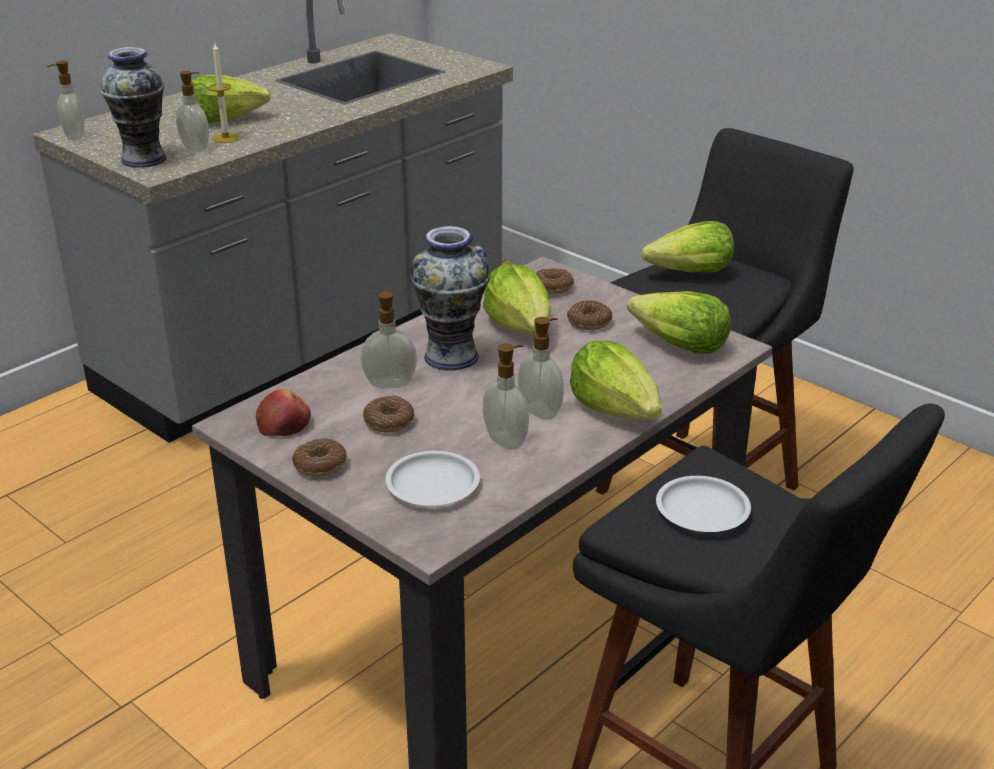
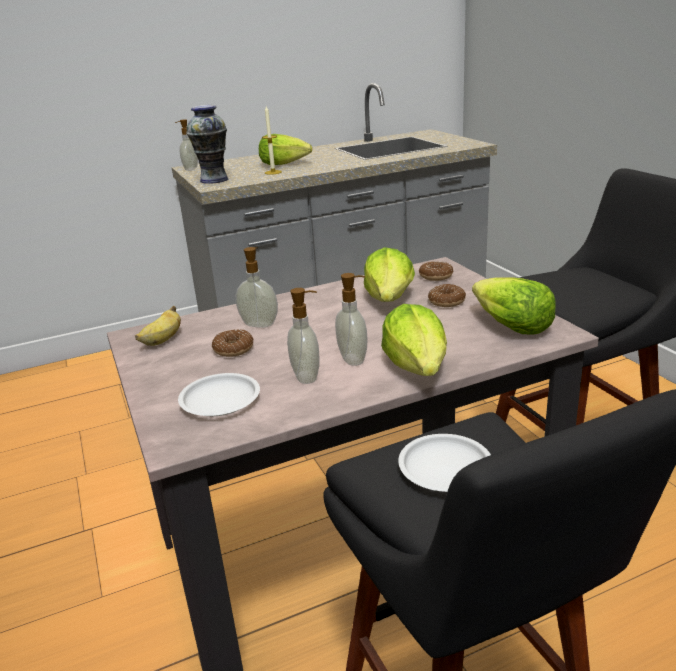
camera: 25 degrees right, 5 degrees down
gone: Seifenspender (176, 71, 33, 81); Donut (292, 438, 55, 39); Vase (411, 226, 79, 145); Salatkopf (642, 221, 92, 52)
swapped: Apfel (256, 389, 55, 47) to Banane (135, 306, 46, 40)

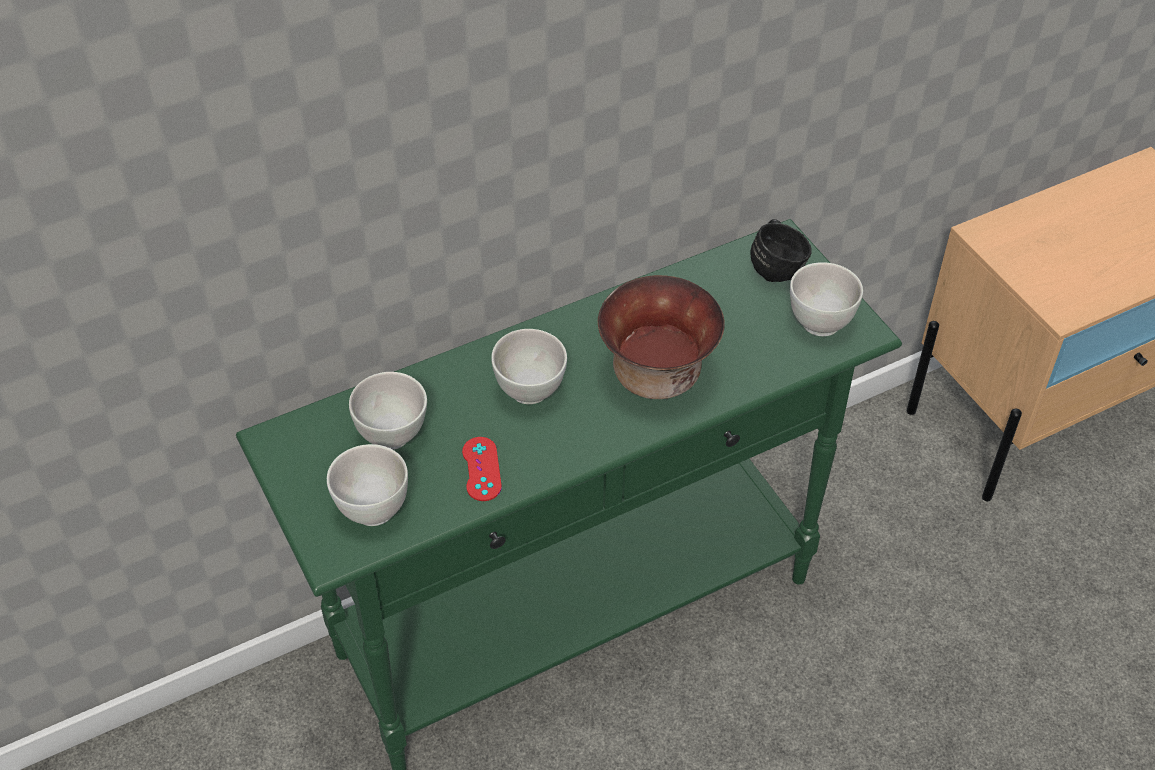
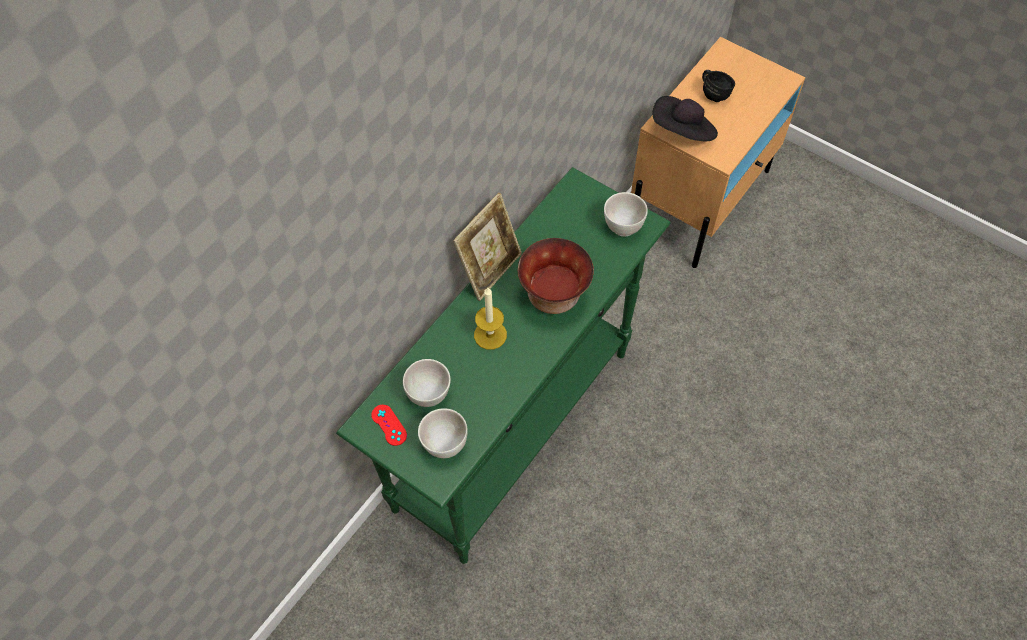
camera: 25 degrees left, 10 degrees up
new: Bilderrahmen (453, 193, 69, 108); Hut [schwarz] (653, 96, 65, 45)
shifted: Gamepad [rot] (462, 437, 40, 64) to (371, 405, 36, 41); Henkelbecher [schwarz] (750, 219, 62, 63) to (702, 70, 33, 32)
swapped: Schüssel [weiß] (491, 329, 76, 75) to Kerze (474, 288, 33, 62)

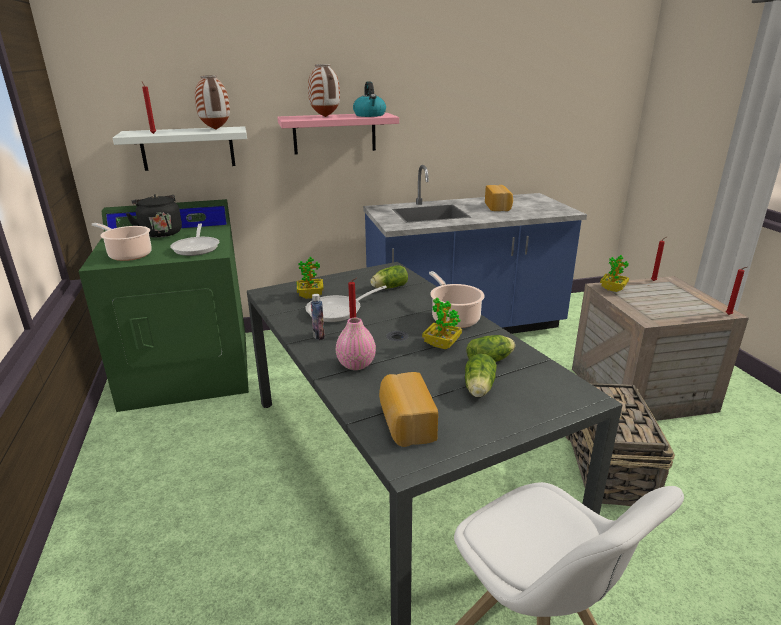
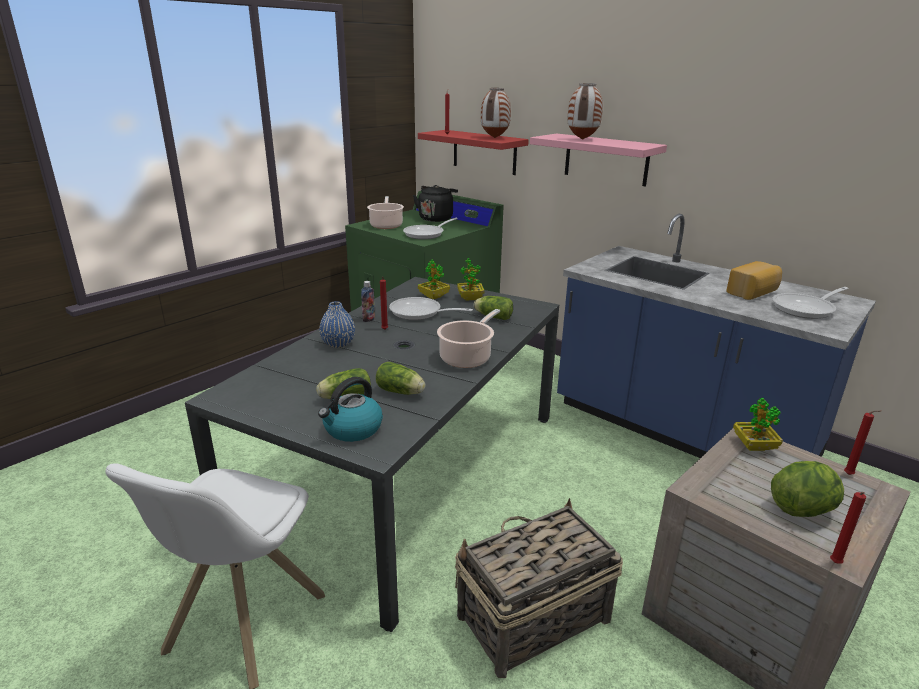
camera: 55 degrees right, 0 degrees up
gone: Brot (379, 372, 59, 75)
new: Salatkopf (771, 461, 73, 56); Pfanne (772, 287, 77, 32)
shifted: Wasserkessel (353, 81, 33, 36) to (318, 377, 65, 65); Topfpflanze (422, 298, 40, 51) to (457, 258, 27, 42)
repainted: Vase [rosa] (336, 317, 40, 53) to Vase [blau] (319, 301, 36, 47); Wandregal [weiß] (113, 126, 134, 45) to Wandregal [rot] (418, 130, 111, 45)

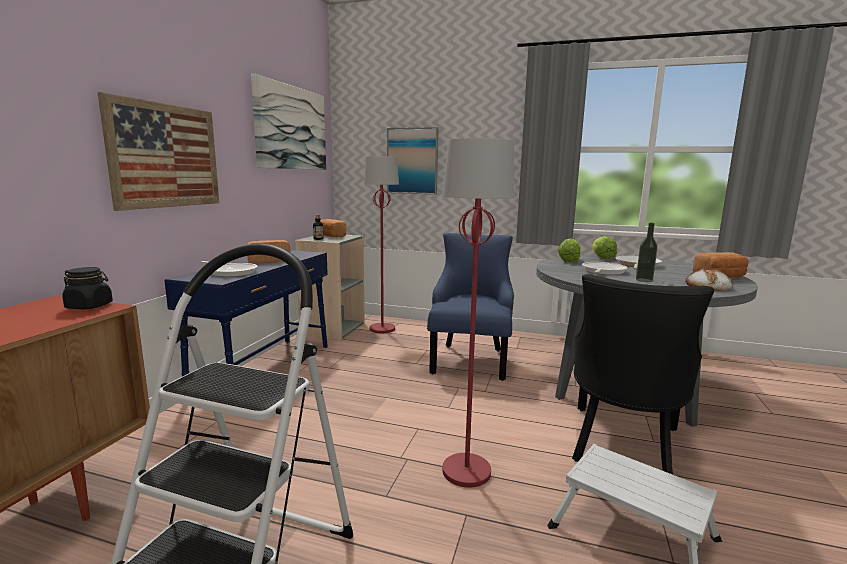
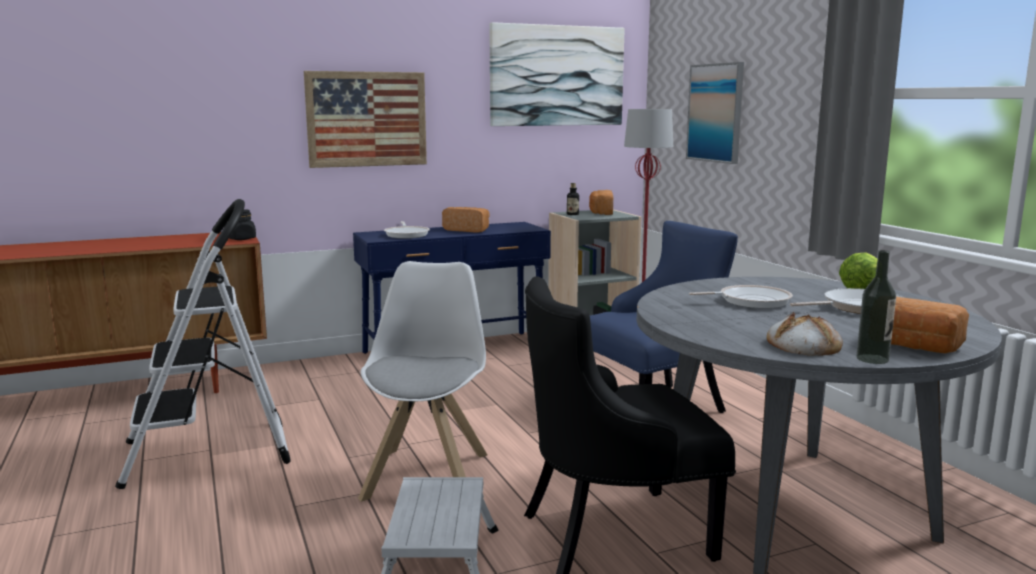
camera: 50 degrees right, 0 degrees up
gone: Salatkopf (558, 239, 22, 23)
shifted: Flasche (636, 223, 22, 59) to (856, 250, 40, 114)
swapped: Stehlampe [rot] (442, 138, 73, 350) to Stuhl (358, 261, 130, 241)

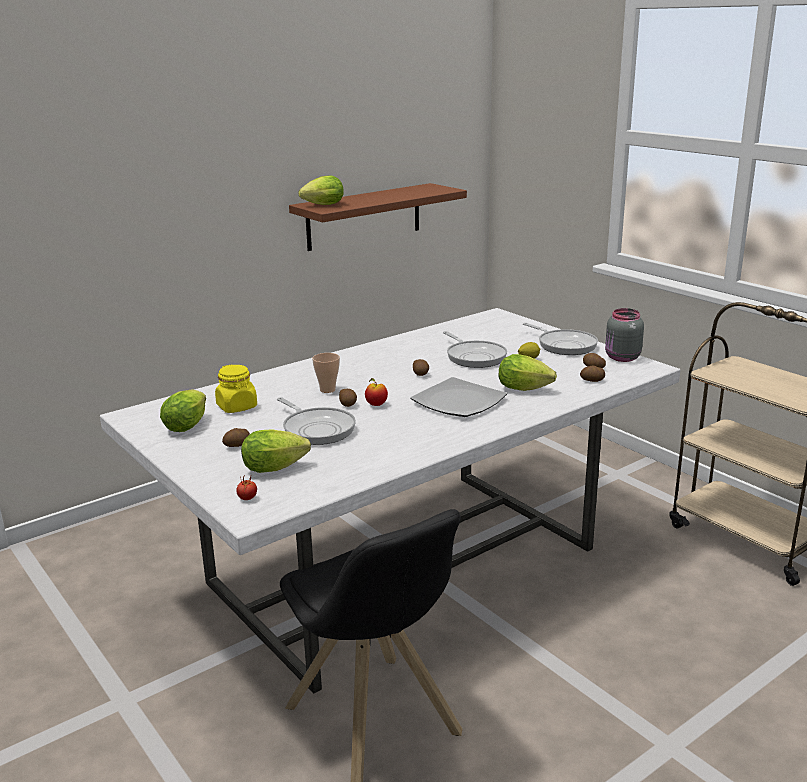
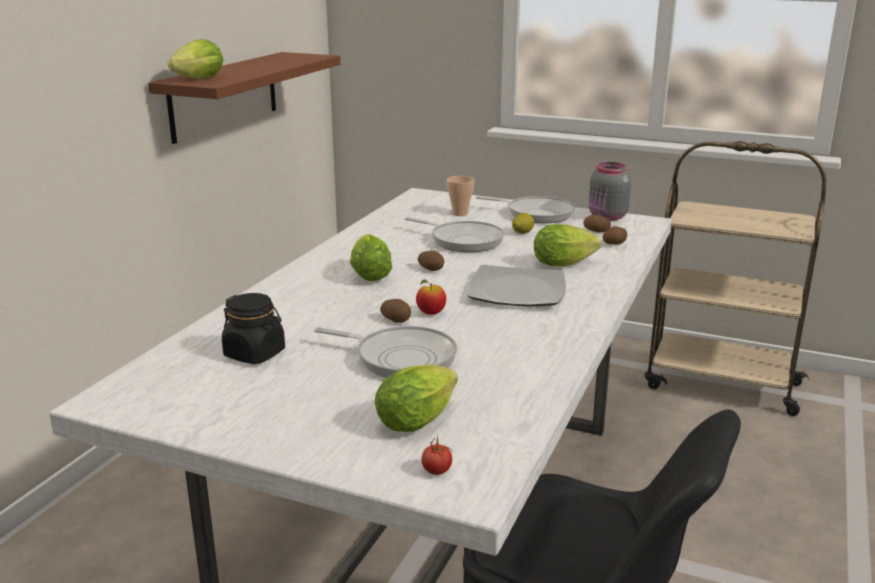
camera: 30 degrees left, 0 degrees up
gone: Kartoffel (222, 428, 28, 19)
shifted: Salatkopf (160, 389, 46, 43) to (350, 234, 42, 47); Tasse (312, 353, 28, 40) to (447, 176, 27, 40)
repainted: Vorratsglas [gelb] (215, 364, 42, 49) to Vorratsglas [schwarz] (222, 293, 63, 71)

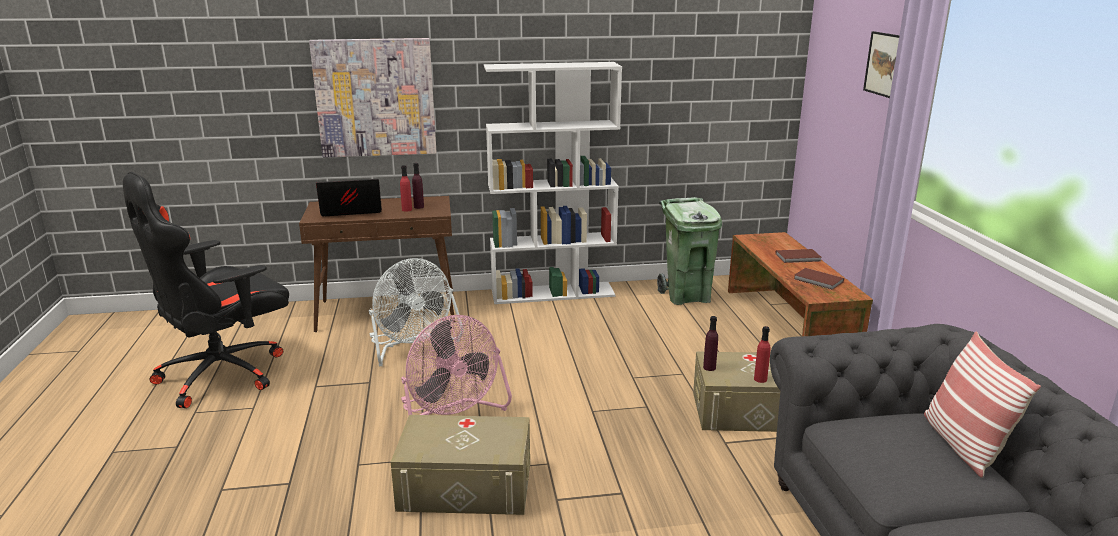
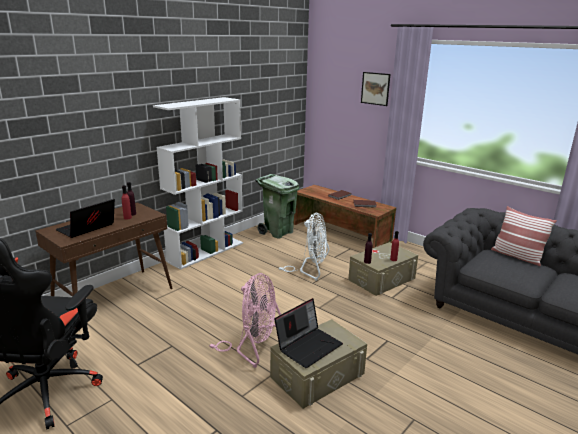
camera: 40 degrees left, 0 degrees up
gone: Bild (309, 38, 128, 120)
new: Laptop (275, 298, 68, 70)
shifted: Ventilator [weiß] (369, 258, 94, 108) to (279, 212, 50, 69)

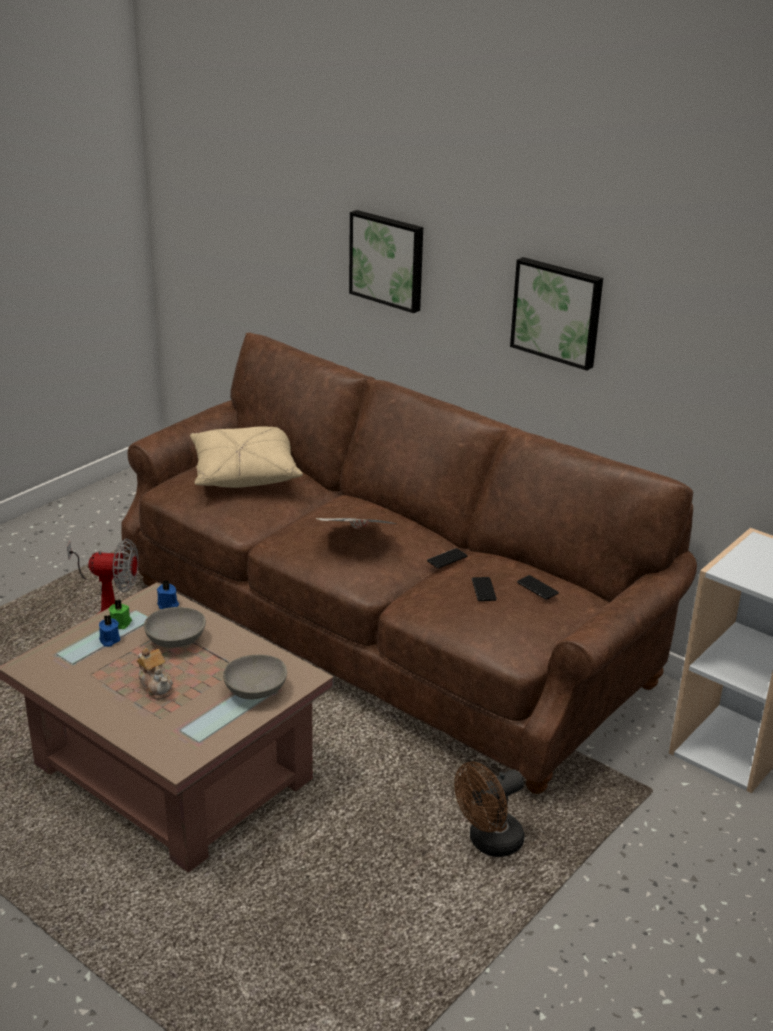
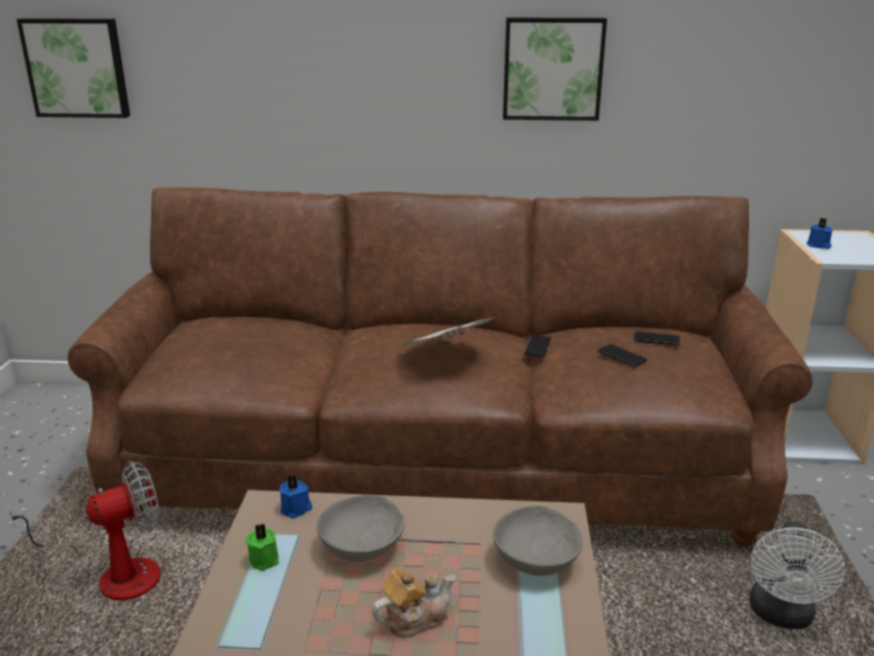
camera: 35 degrees left, 5 degrees down
gone: Kissen [beige] (190, 426, 113, 62)
shifted: Bild (349, 210, 74, 103) to (17, 18, 113, 100); Kerze [blau] (99, 615, 21, 32) to (807, 218, 25, 31)
repainted: Ventilator [braun] (454, 762, 71, 95) to Ventilator [weiß] (749, 521, 97, 108)
rotated: Teekanne (136, 648, 37, 52) = (372, 568, 84, 70) 45 degrees counterclockwise

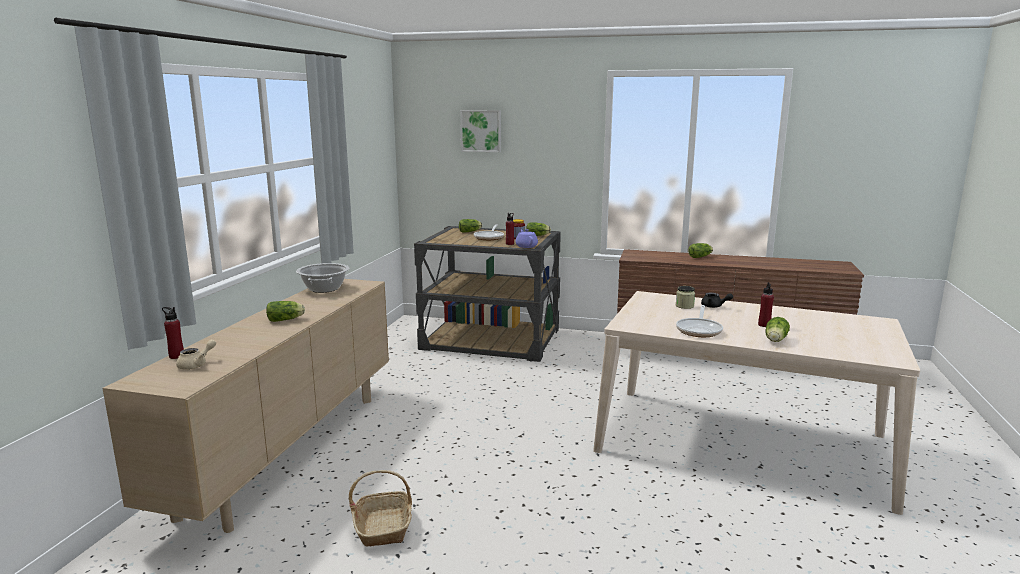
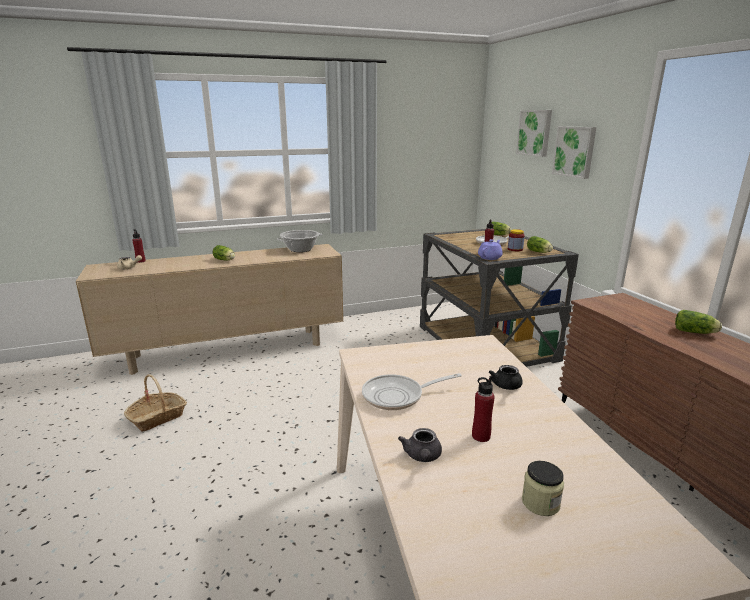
camera: 55 degrees right, 5 degrees up
new: Bild (552, 126, 44, 53)
shifted: Vorratsglas (676, 286, 19, 23) to (522, 461, 42, 55)
swapped: Salatkopf (765, 317, 25, 25) to Teekanne [grau] (398, 428, 44, 34)

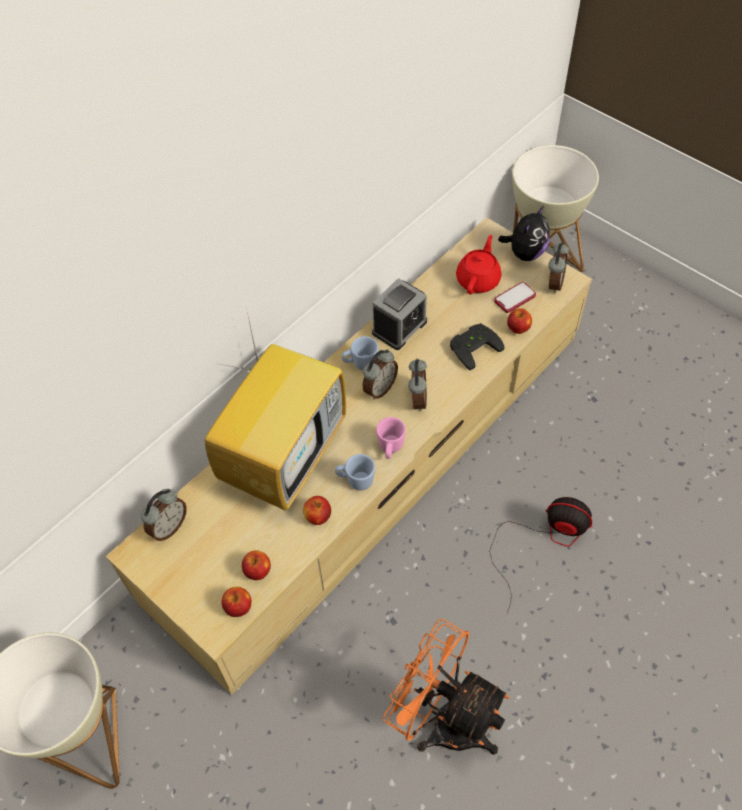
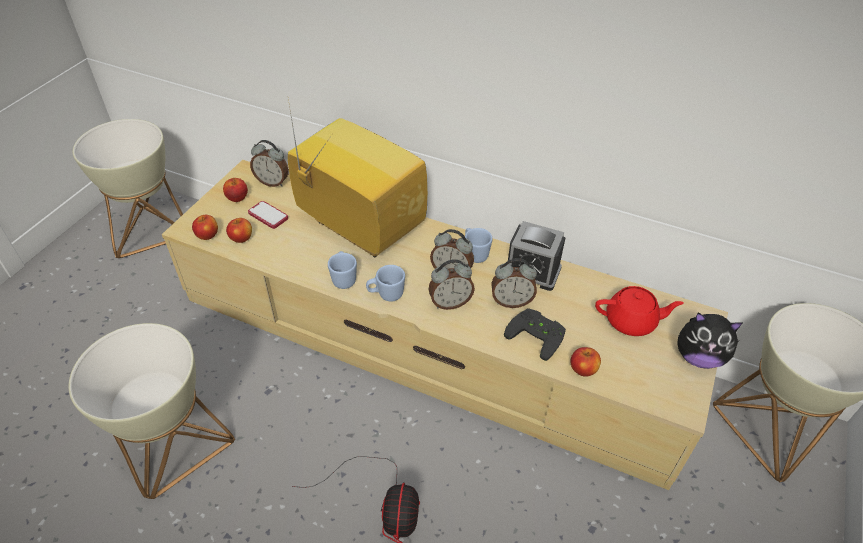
camera: 70 degrees right, 10 degrees down
shifted: Apfel (303, 496, 28, 29) to (223, 178, 25, 24); Handy (494, 282, 42, 31) to (248, 201, 40, 28); Wecker (548, 242, 21, 51) to (491, 258, 46, 50)
swapped: Ventilator [orange] (383, 619, 127, 136) to Pflanzkübel (69, 323, 166, 176)
repainted: Henkelbecher [rosa] (376, 417, 30, 42) to Henkelbecher [blau] (366, 265, 39, 37)
rotated: Fernseher (205, 312, 141, 199) = (288, 99, 140, 158) 150 degrees counterclockwise

